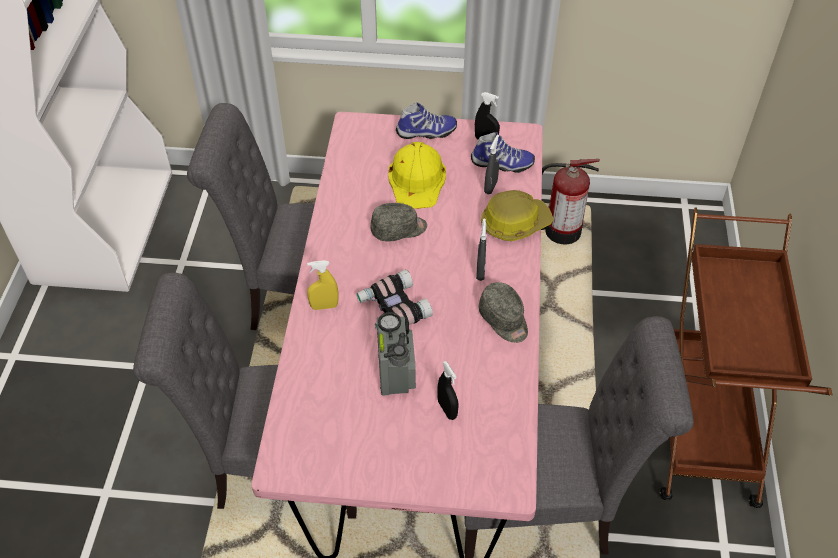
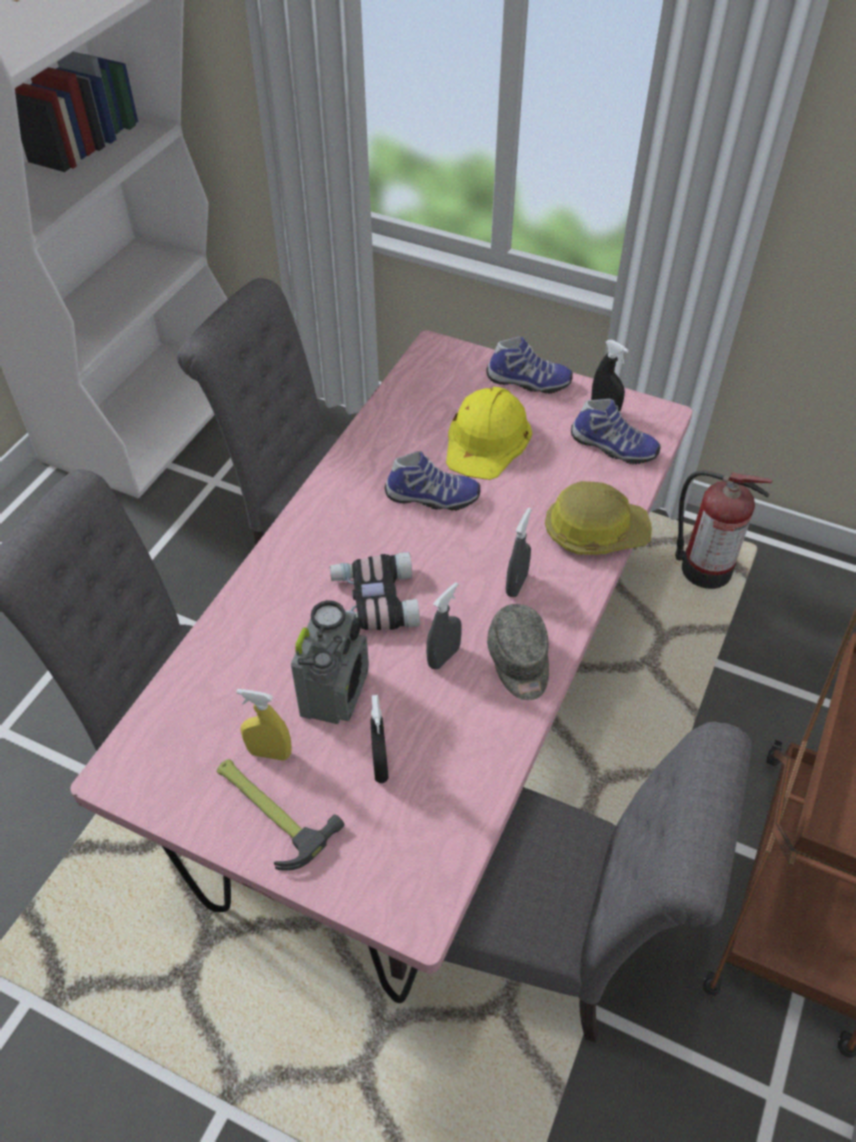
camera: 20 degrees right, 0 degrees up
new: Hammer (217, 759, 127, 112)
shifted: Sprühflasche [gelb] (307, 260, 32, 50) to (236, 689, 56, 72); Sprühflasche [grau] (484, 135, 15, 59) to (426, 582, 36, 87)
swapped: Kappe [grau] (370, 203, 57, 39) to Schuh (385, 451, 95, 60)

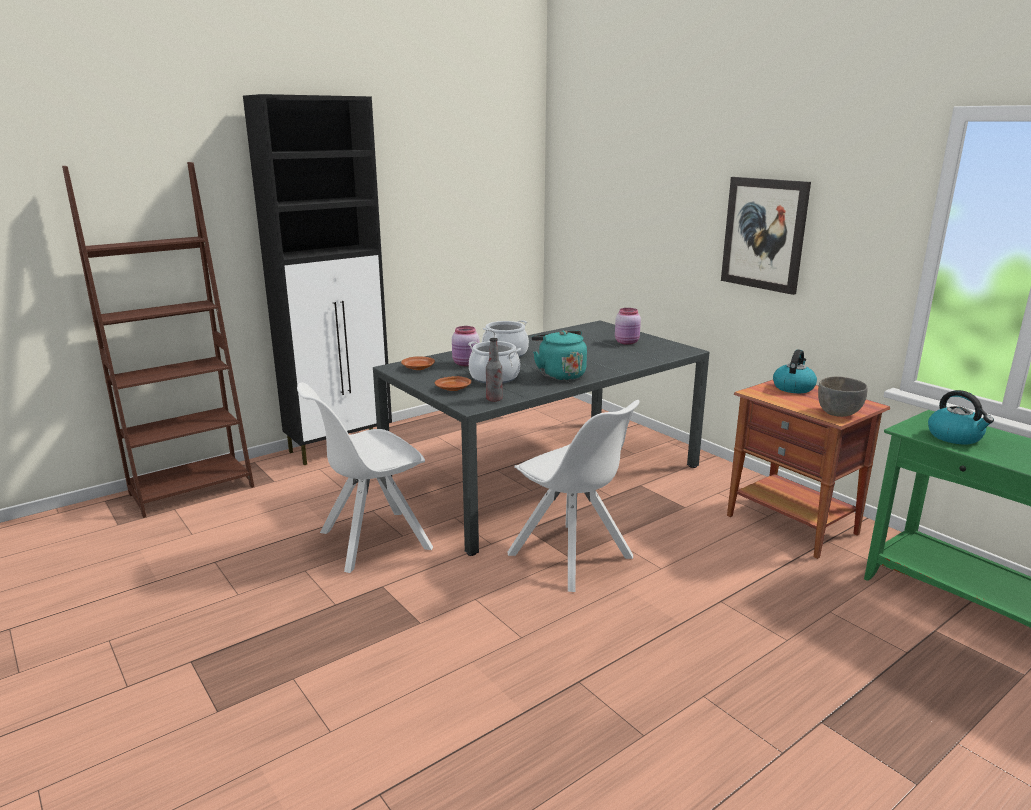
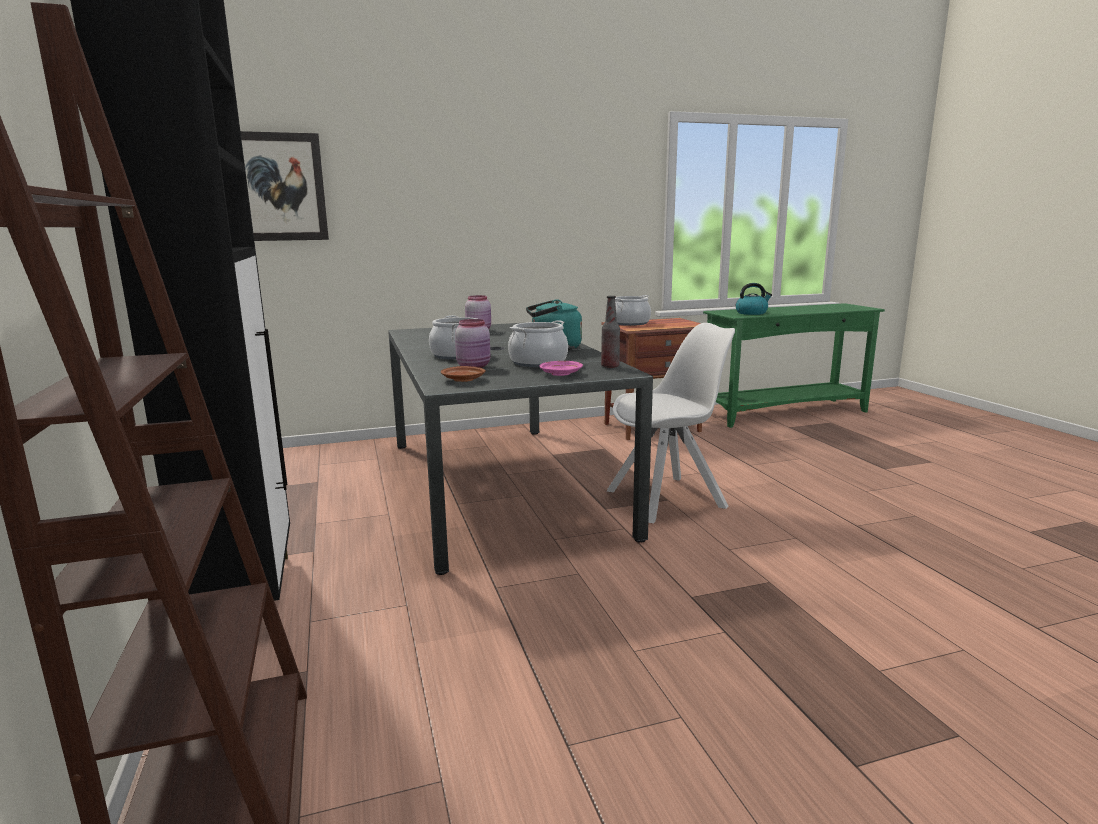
camera: 70 degrees left, 5 degrees down
gone: Stuhl [weiß] (297, 382, 136, 191); Schüssel [grau] (818, 376, 49, 41)
shifted: Bild (721, 177, 90, 118) to (240, 131, 89, 110)
swapped: Wasserkessel (773, 350, 44, 43) to Kochtopf (615, 295, 36, 31)
repainted: Teller [braun] (435, 376, 36, 15) to Teller [rosa] (540, 361, 43, 15)

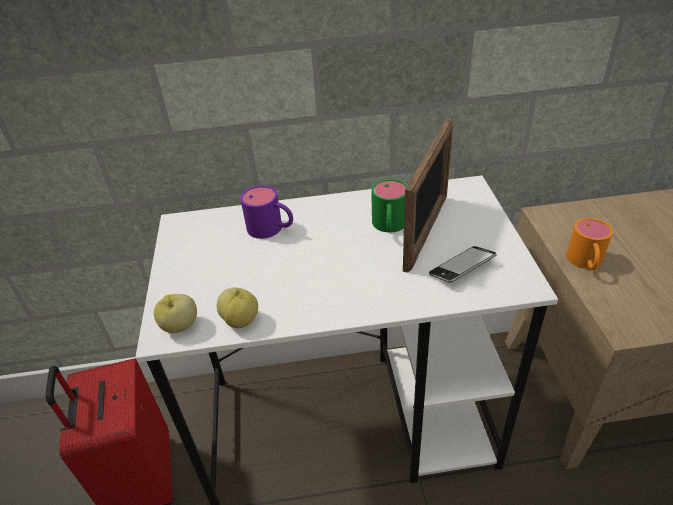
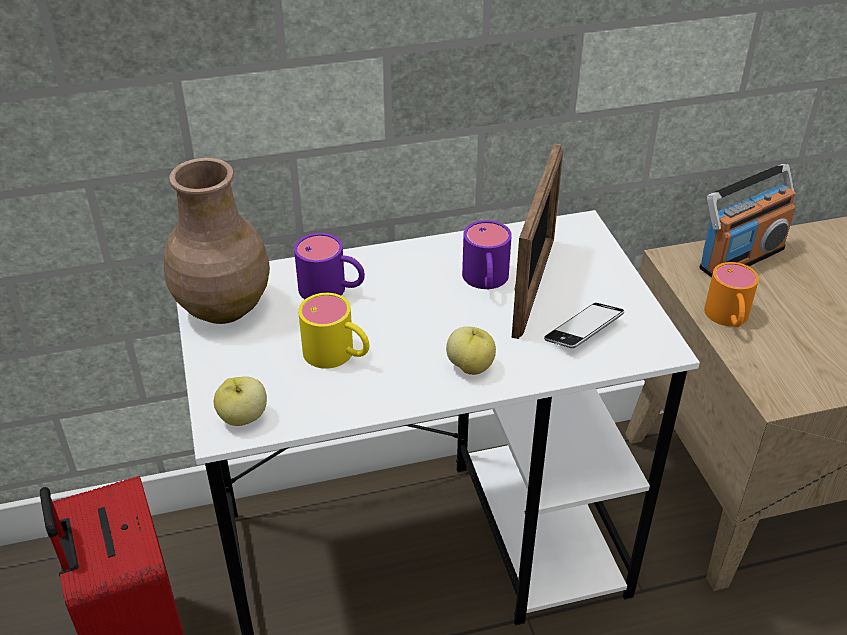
camera: 10 degrees left, 0 degrees up
new: Vase [braun] (164, 158, 106, 166); Henkelbecher [gelb] (298, 293, 71, 76); Radio (699, 164, 97, 113)
shifted: Apfel (217, 287, 41, 41) to (446, 326, 50, 49)
repainted: Henkelbecher [grün] (371, 179, 36, 54) to Henkelbecher [lila] (462, 220, 50, 69)

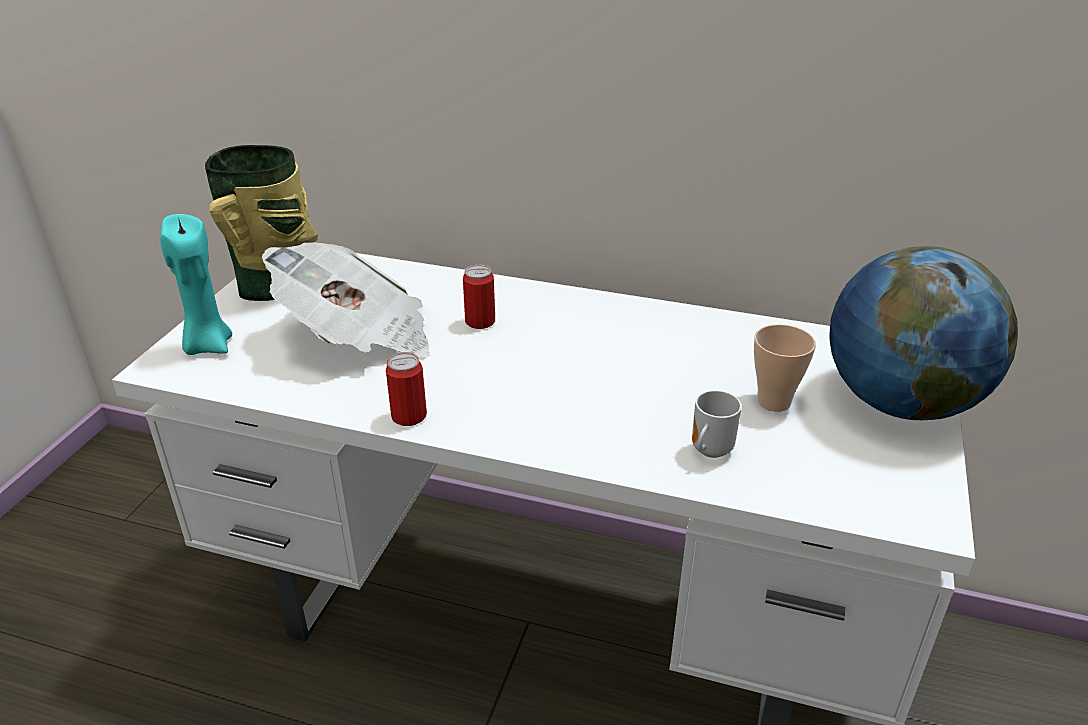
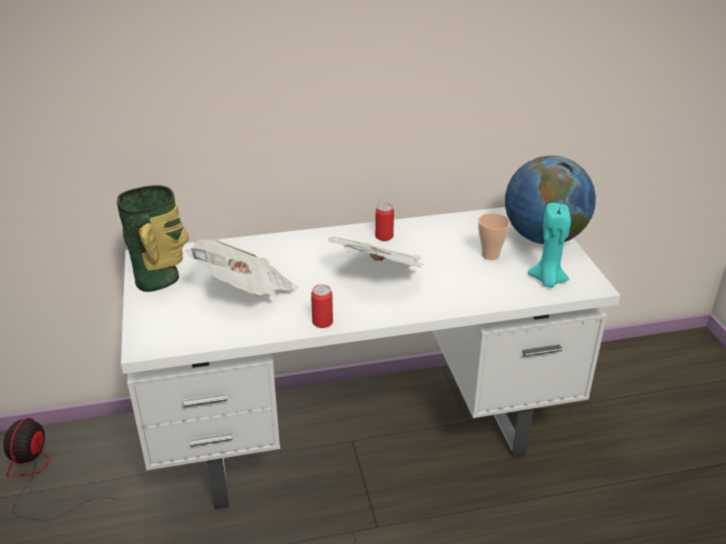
camera: 30 degrees left, 0 degrees up
gone: Henkelbecher (692, 390, 50, 68)
new: Ventilator (3, 418, 113, 103); Zeitung (328, 237, 95, 30)
shifted: Dose (463, 264, 32, 65) to (375, 203, 19, 38); Kerze [türkis] (160, 214, 72, 141) to (528, 203, 43, 85)

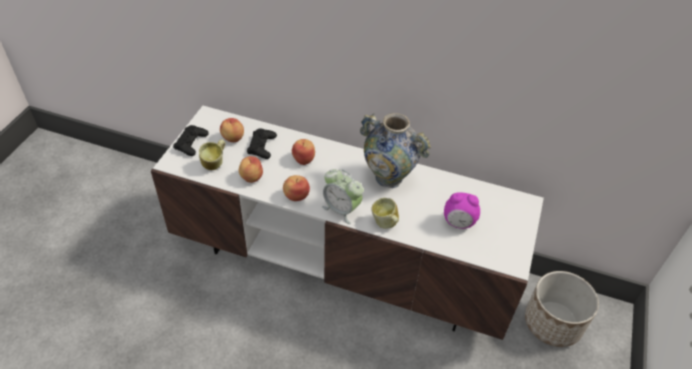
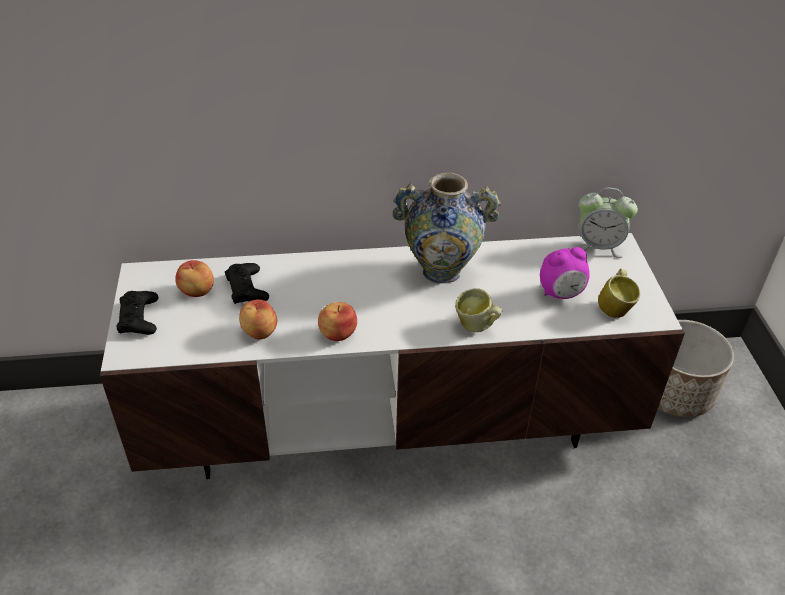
camera: 25 degrees left, 5 degrees down
gone: Apfel (292, 139, 23, 26)
shifted: Wecker (322, 169, 42, 55) to (579, 188, 59, 70); Henkelbecher (199, 139, 27, 31) to (598, 269, 42, 49)

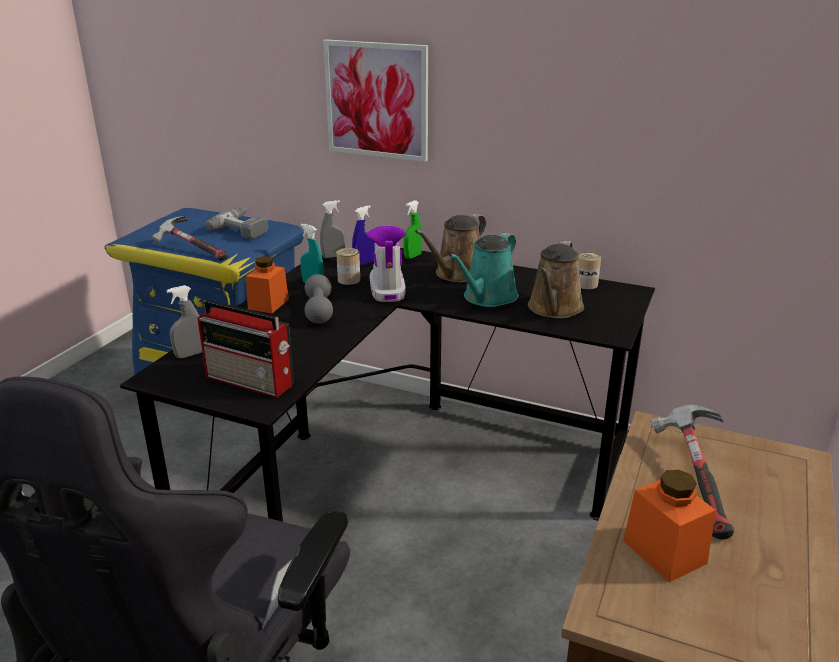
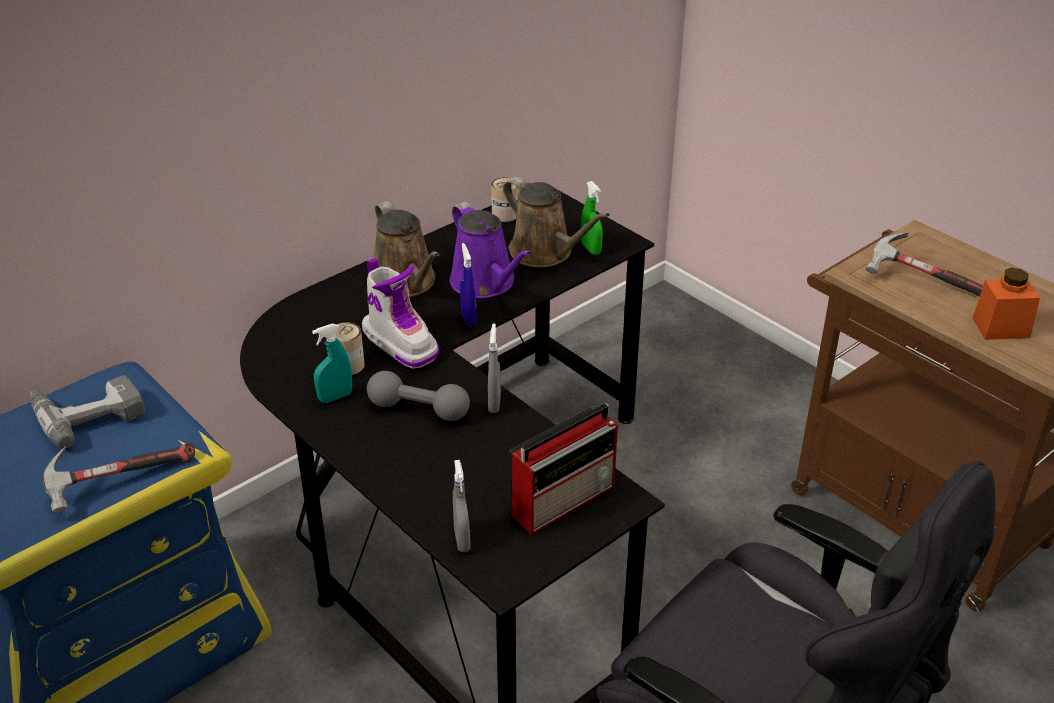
camera: 65 degrees left, 10 degrees up
gone: Vorratsglas [orange] (246, 256, 43, 57); Bild (323, 40, 105, 122)
shifted: Sprühflasche [blau] (352, 205, 23, 60) to (460, 243, 17, 83); Sprühflasche [grau] (320, 200, 25, 58) to (488, 323, 13, 90); Sprühflasche [grün] (403, 200, 19, 59) to (581, 181, 22, 74)
repainted: Gießkanne [türkis] (449, 233, 69, 74) to Gießkanne [lila] (450, 202, 81, 96)
rotated: Stiefel (367, 226, 39, 76) = (362, 257, 77, 112) 150 degrees counterclockwise

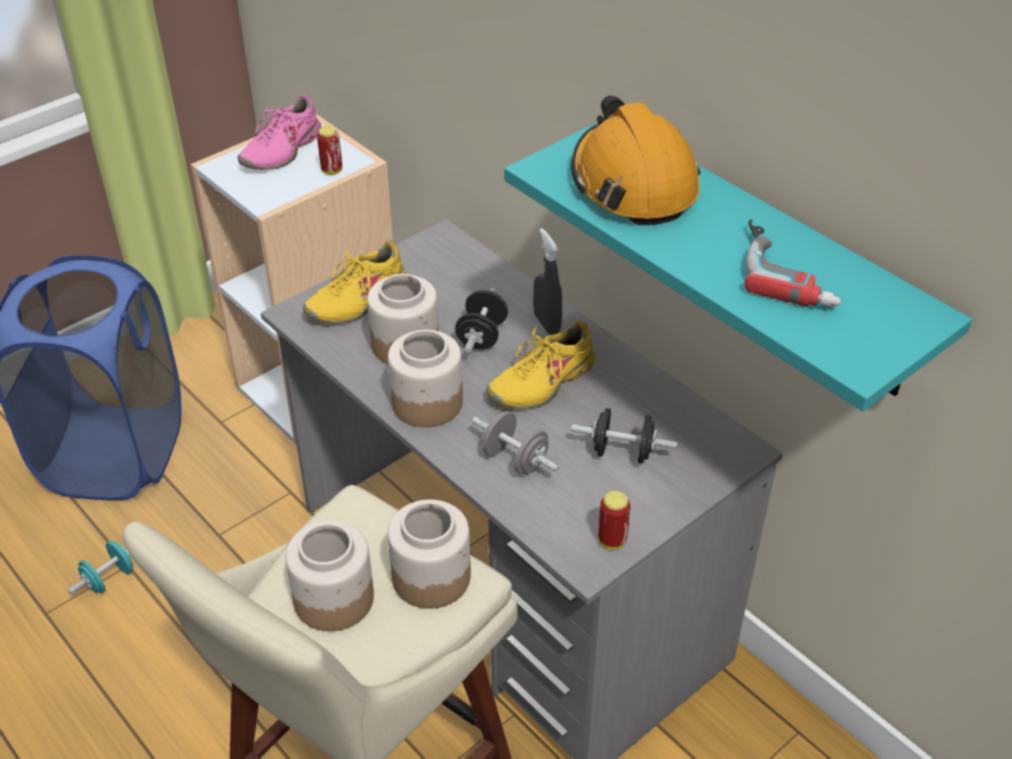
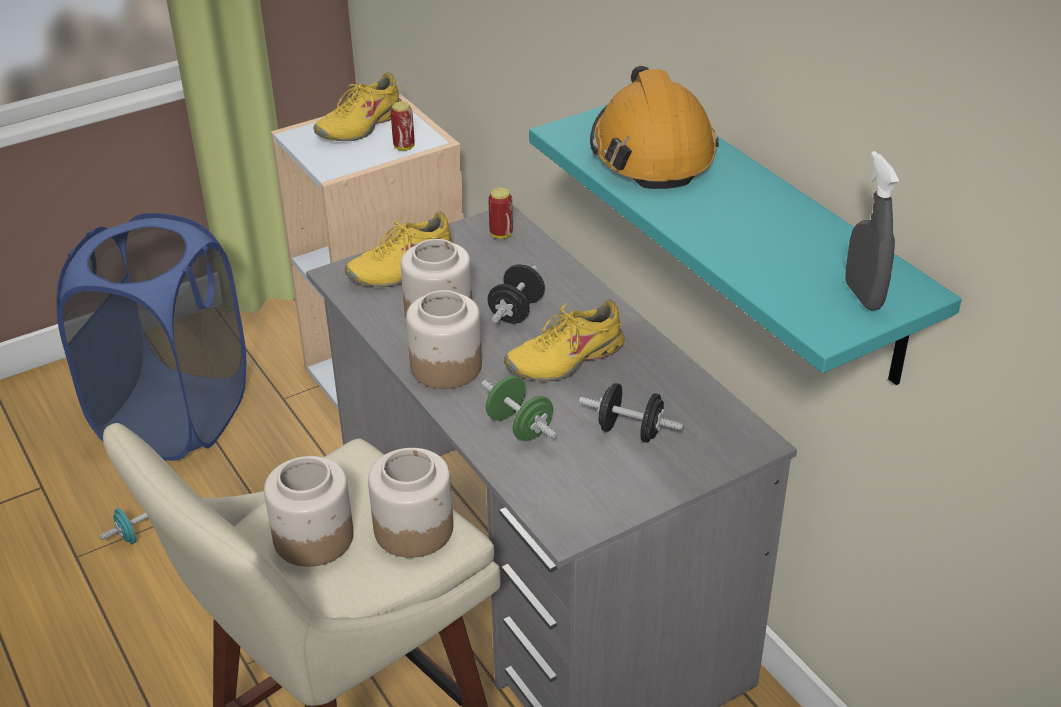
camera: 10 degrees right, 5 degrees down
gone: Bohrmaschine (744, 219, 97, 88)
shifted: Dose (598, 491, 33, 58) to (488, 188, 25, 51); Sprühflasche [grau] (533, 228, 29, 107) to (846, 151, 53, 160)
repainted: Schuh [rosa] (238, 93, 83, 77) to Schuh [gelb] (313, 72, 89, 69); Hantel [grau] (472, 411, 87, 64) to Hantel [grün] (482, 376, 75, 65)

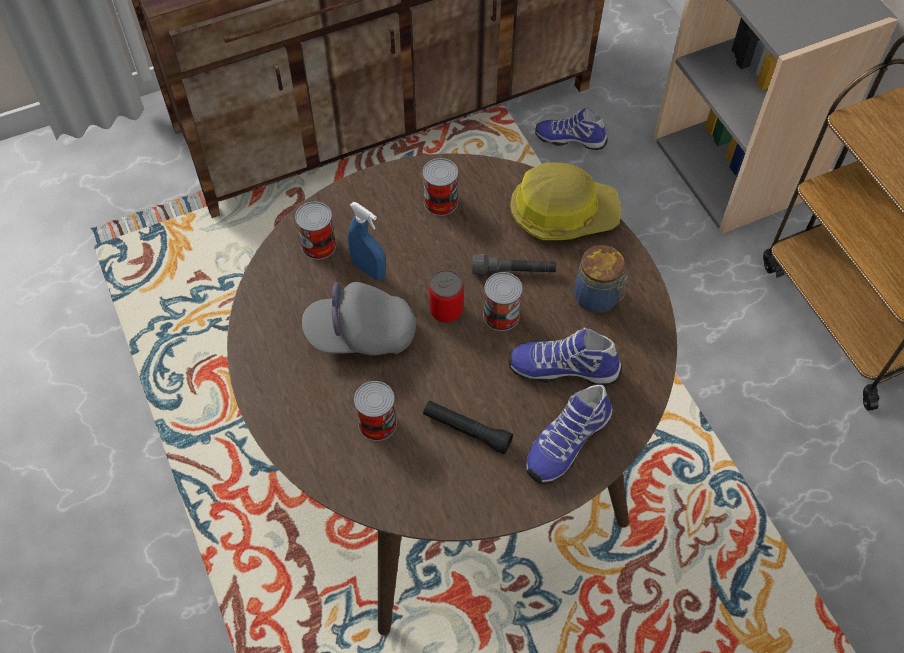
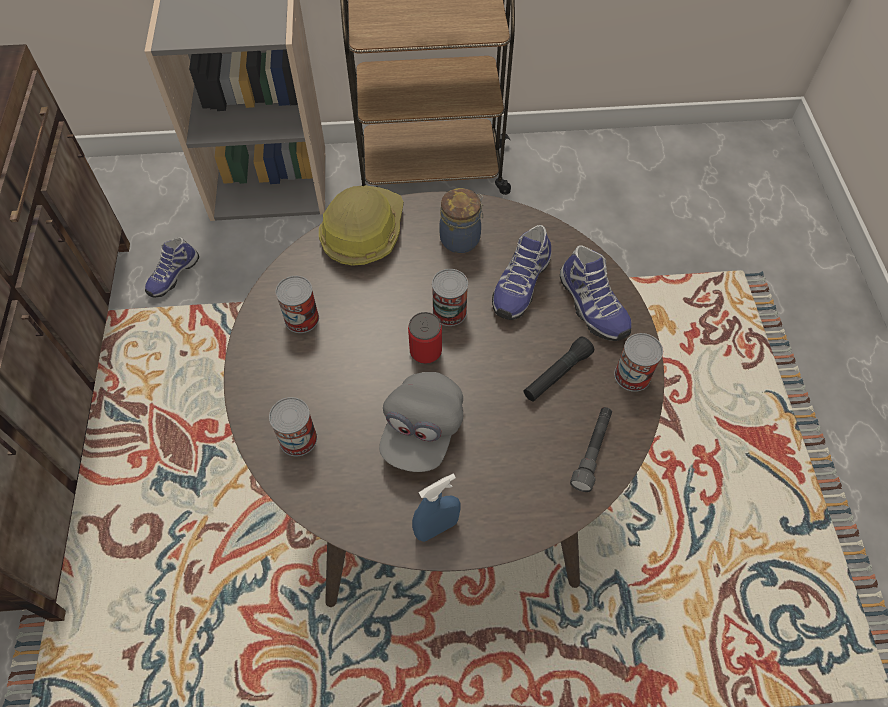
camera: 70 degrees left, 0 degrees up
shifted: Sprühflasche [blau] (348, 202, 38, 78) to (412, 473, 49, 69); Taschenlampe [grau] (472, 254, 84, 21) to (570, 407, 42, 85); Dose (354, 381, 43, 60) to (614, 333, 49, 59)

